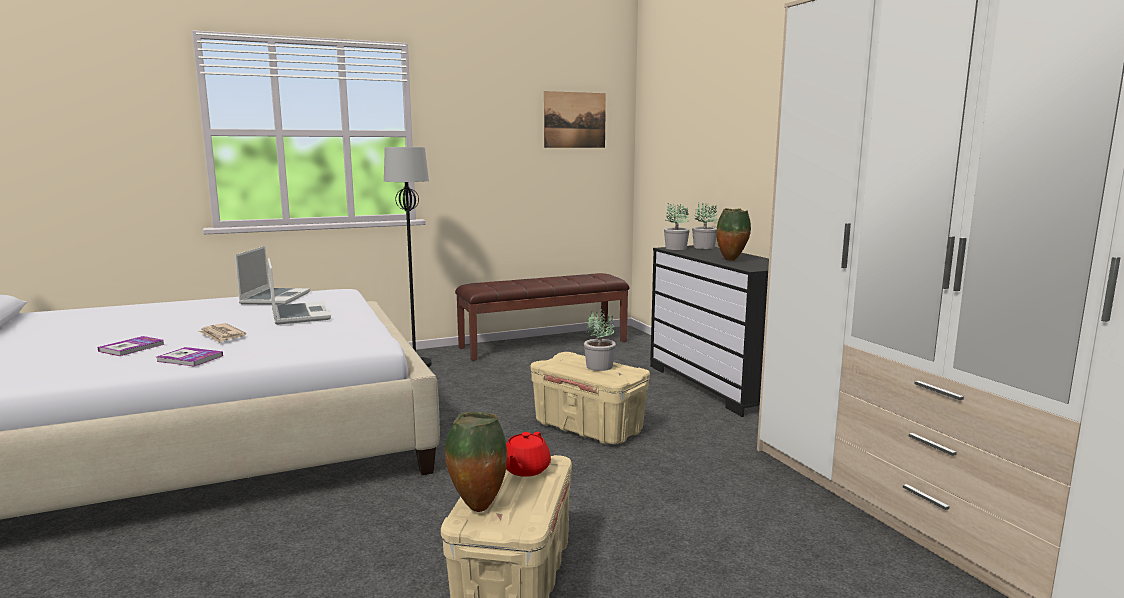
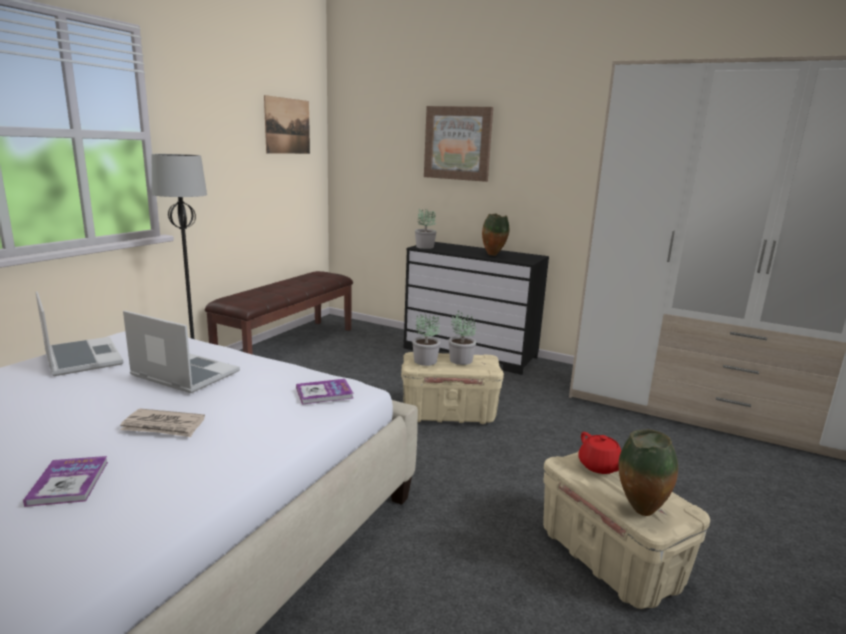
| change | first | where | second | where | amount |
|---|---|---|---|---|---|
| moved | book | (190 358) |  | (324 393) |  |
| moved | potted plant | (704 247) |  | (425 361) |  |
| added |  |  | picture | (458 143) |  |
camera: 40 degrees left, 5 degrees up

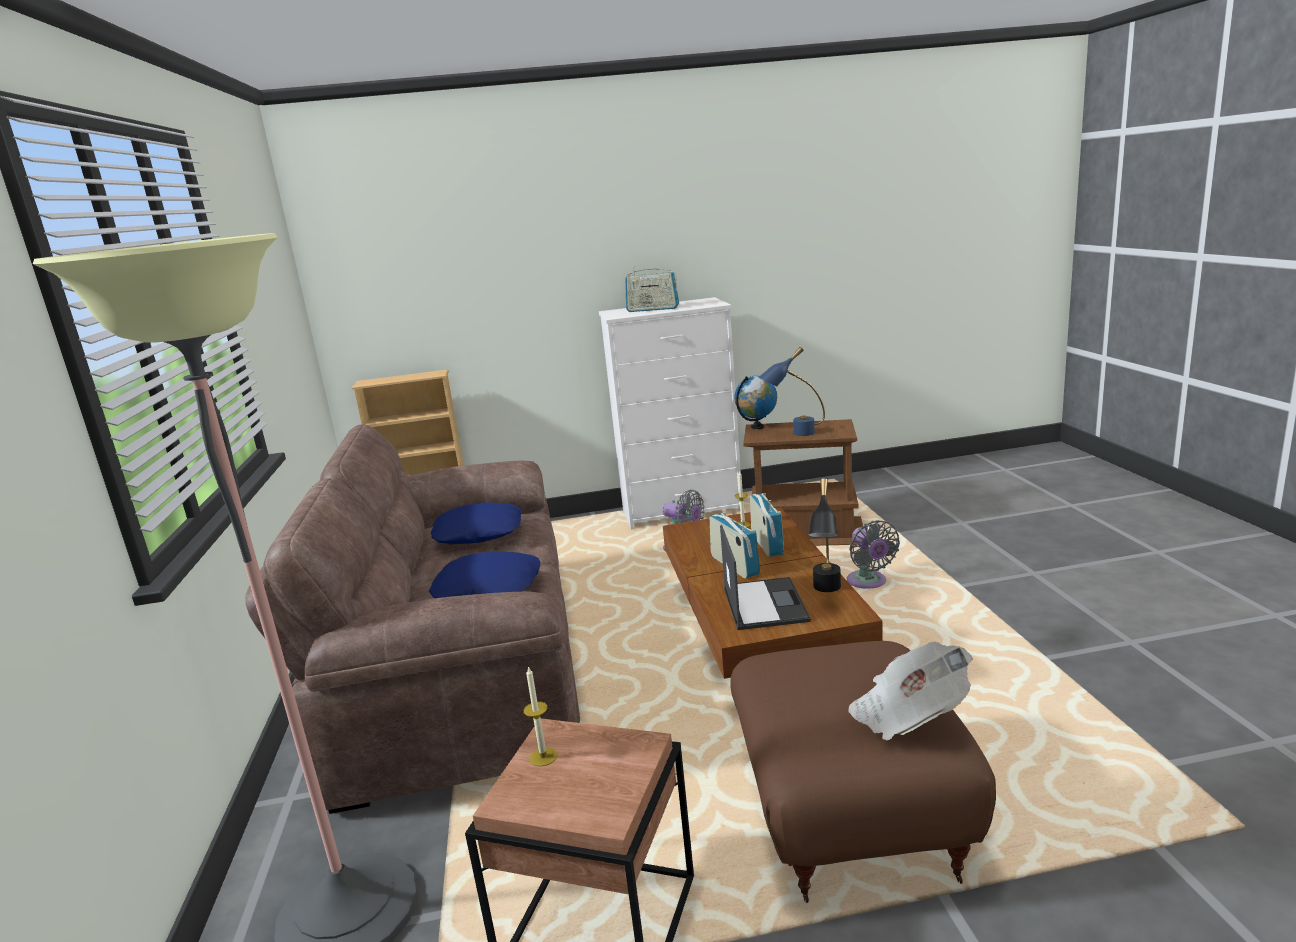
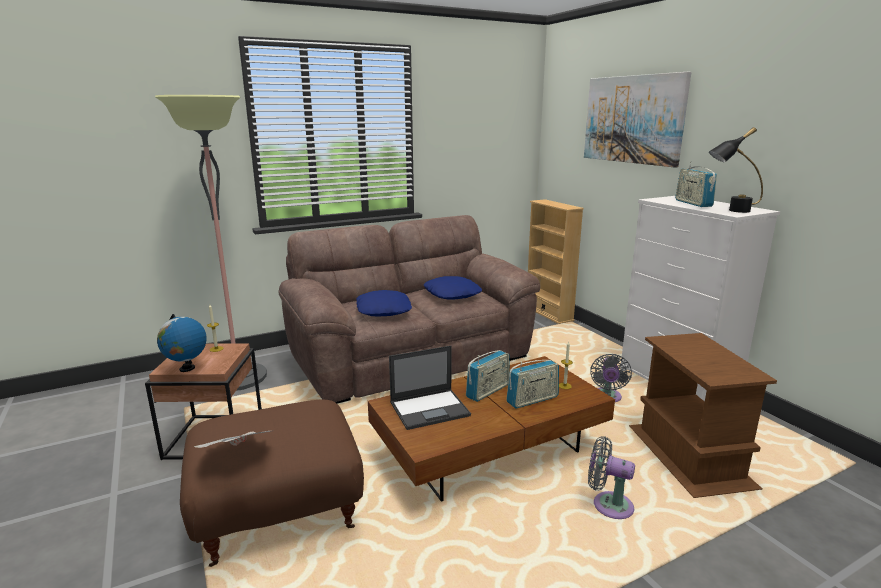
| change | first | where | second | where | amount |
|---|---|---|---|---|---|
| moved | globe | (757 427) |  | (187 369) |  |
| added |  |  | picture | (633 119) |  |
| turned | grey fan | (868 583) |  | (608 504) | 60 degrees clockwise |
| moved | black table lamp | (826 592) |  | (730 211) |  |
| removed | blue table lamp | (794 434) |  |  |  |
camera: 70 degrees right, 0 degrees up

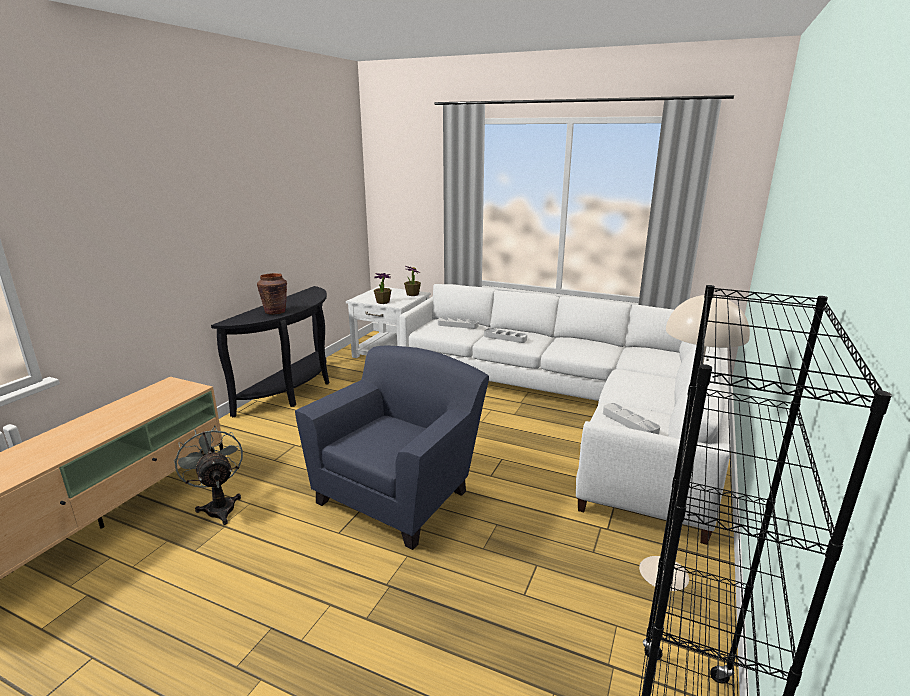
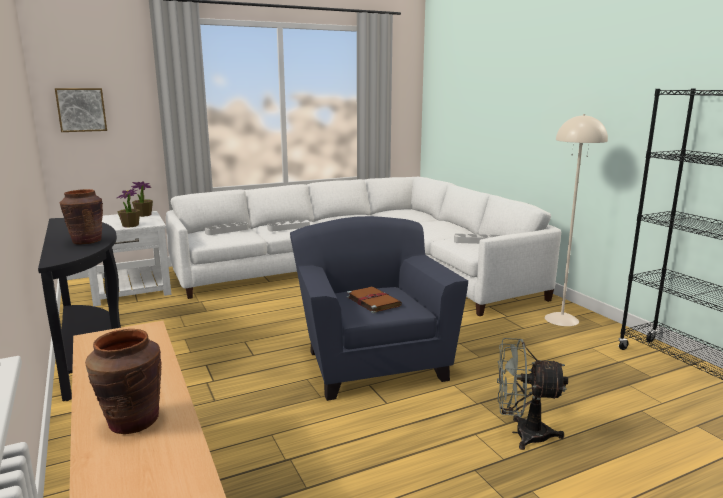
| change | first | where | second | where | amount |
|---|---|---|---|---|---|
| added |  |  | picture | (81 109) |  |
| added |  |  | brown vase | (132 421) |  |
| added |  |  | brown book | (372 301) |  |
| moved | grey fan | (219 506) |  | (522 434) |  |
camera: 50 degrees left, 5 degrees down

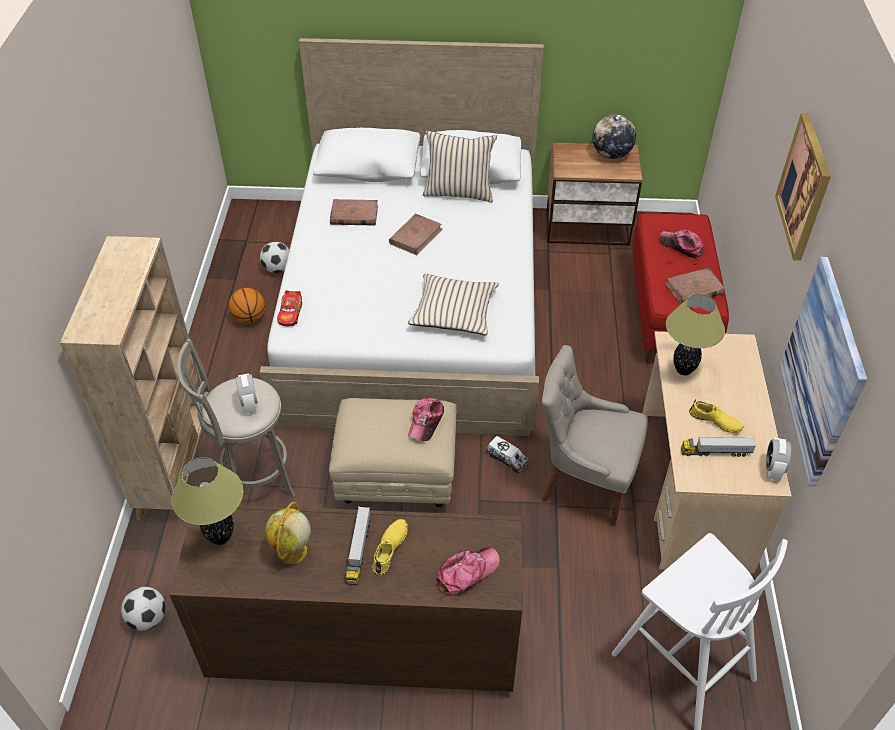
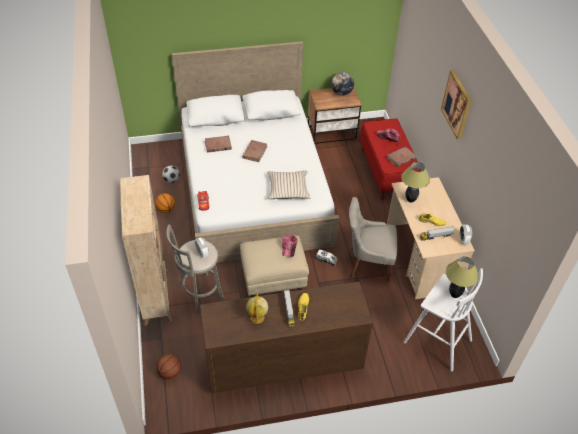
| change | first | where | second | where | amount |
|---|---|---|---|---|---|
| replaced | football | (148 618) | basketball | (169 373) |  |
| moved | table lamp | (221 537) |  | (455 295) |  |
| removed | beige pillow | (459 192) |  |  |  |
| removed | cap | (466 573) |  |  |  |
| removed | picture | (822 372) |  |  |  |
camera: 15 degrees left, 0 degrees up

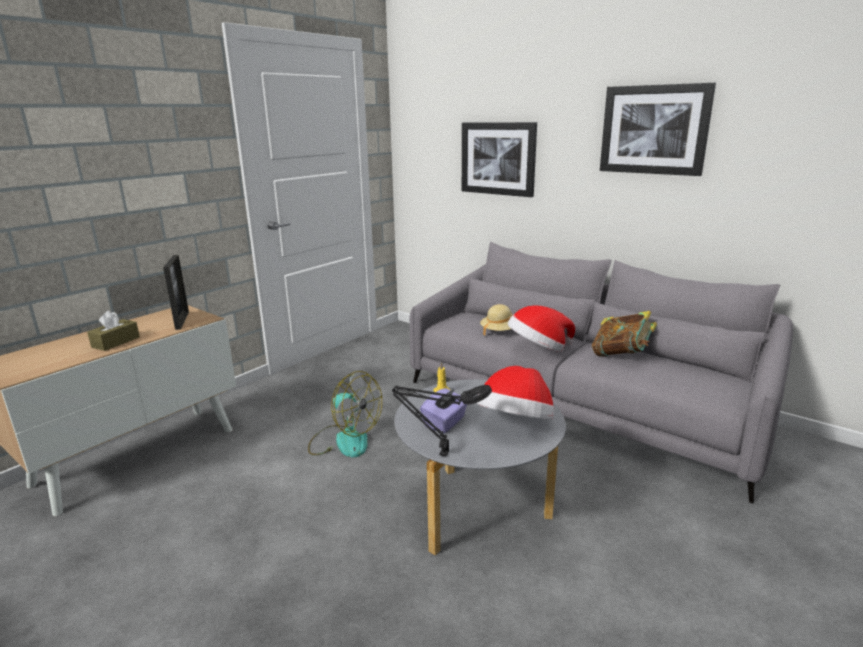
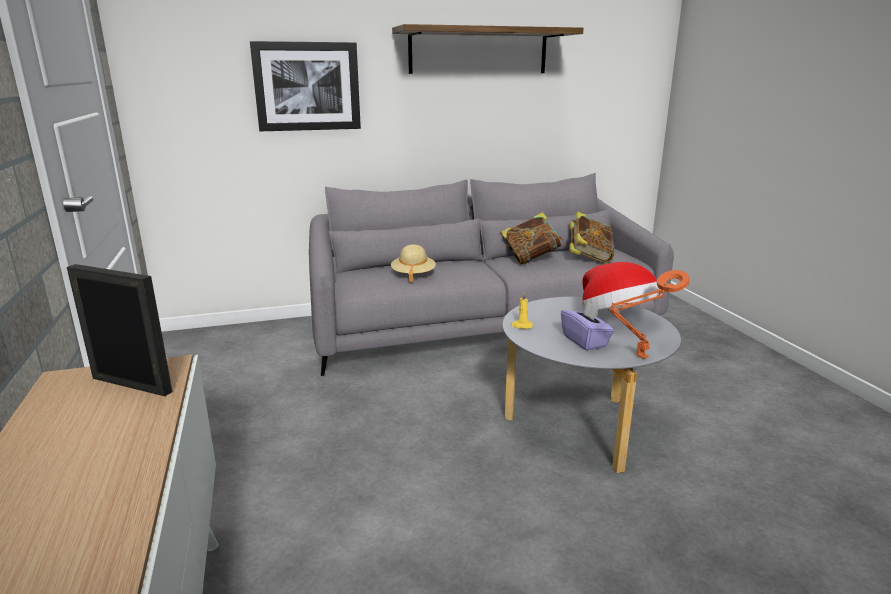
| change | first | where | second | where | amount |
|---|---|---|---|---|---|
| replaced | picture | (654 130) | shelf | (478 51) |  |
| added |  |  | book | (589 258) |  |
| recoloured | black table lamp | (440 453) | orange table lamp | (639 358) |  |
| removed | brown tissue box | (116 342) |  |  |  |
| removed | fan | (344 440) |  |  |  |
| removed | hat | (538 349) |  |  |  |
camera: 55 degrees left, 0 degrees up

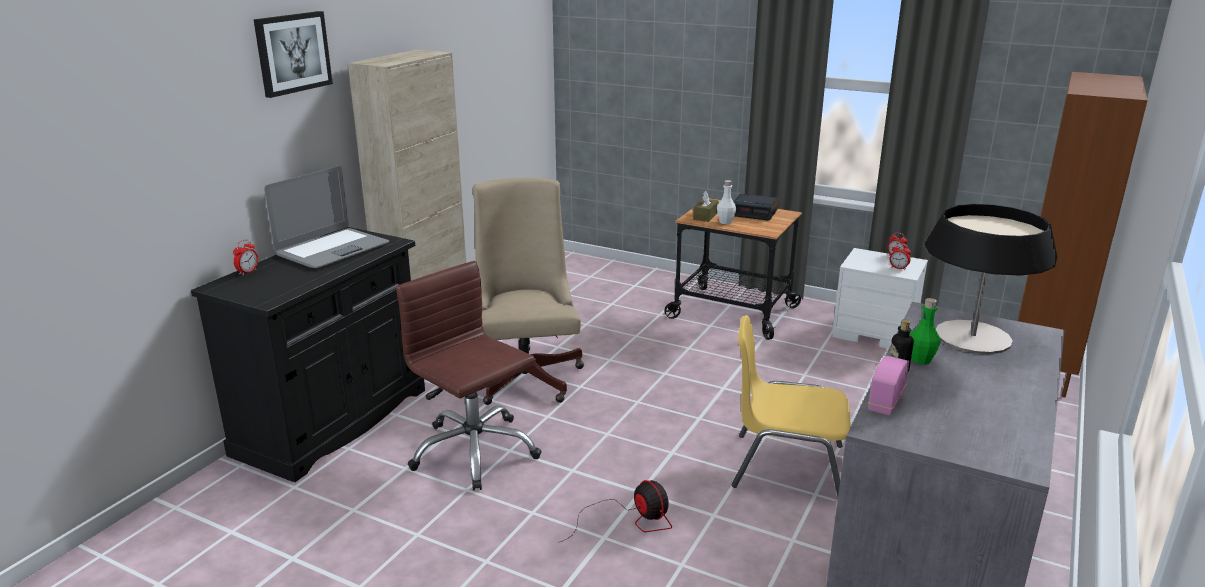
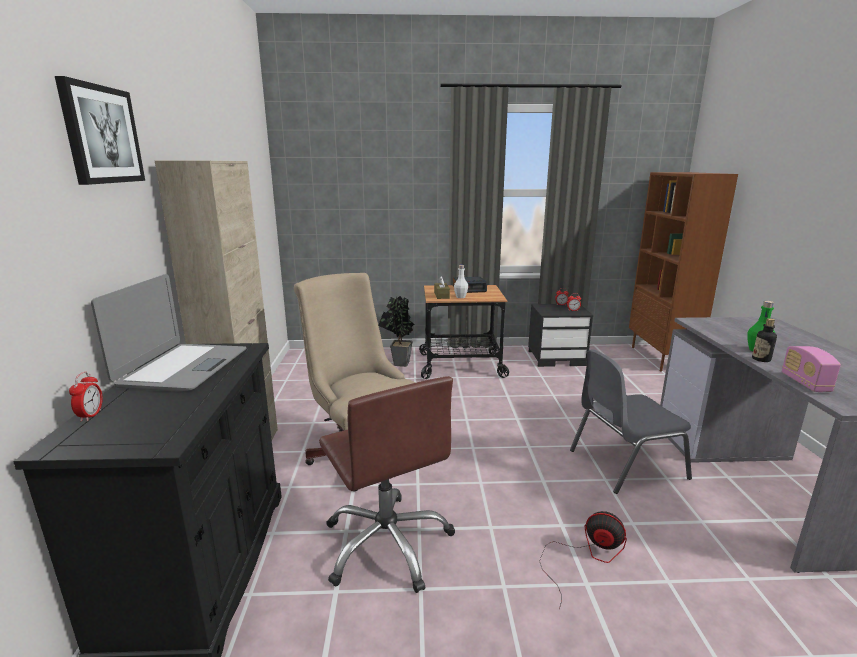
| change | first | where | second | where | amount |
|---|---|---|---|---|---|
| turned | brown office chair | (474 451) |  | (388 543) | 135 degrees counterclockwise |
| added |  |  | potted plant | (399 364) |  |
| recoloured | white nightstand | (875 332) | black nightstand | (557 358) |  |
| recoloured | yellow chair | (786 466) | grey chair | (624 463) |  |
| removed | table lamp | (973 337) |  |  |  |
camera: 30 degrees left, 5 degrees down

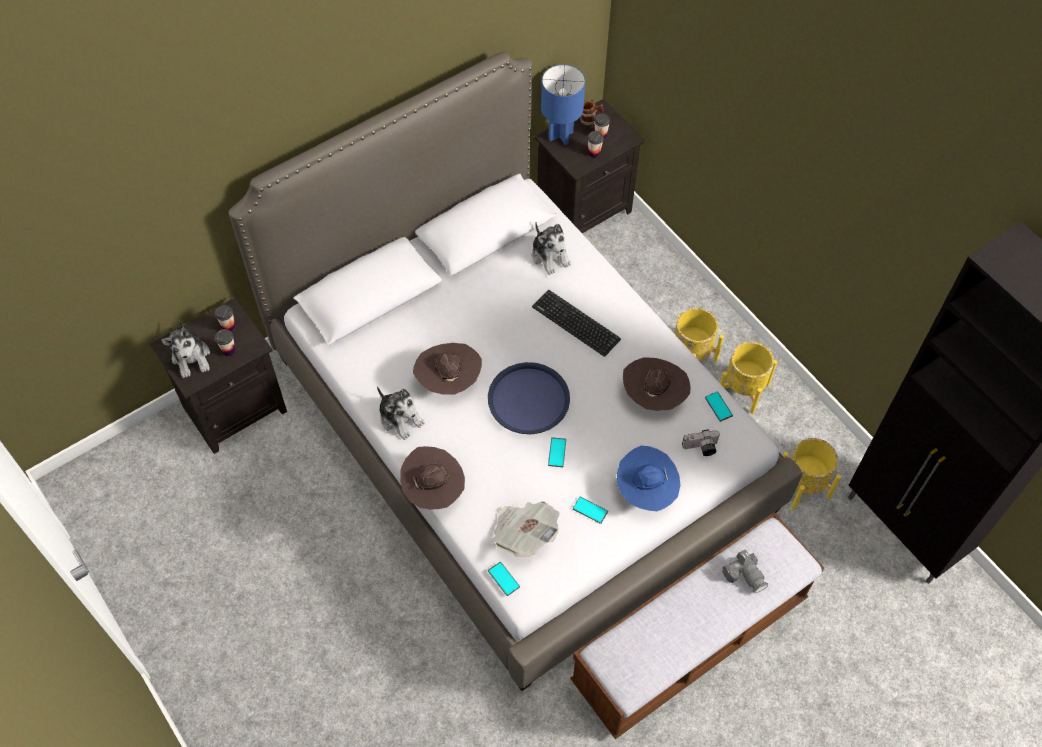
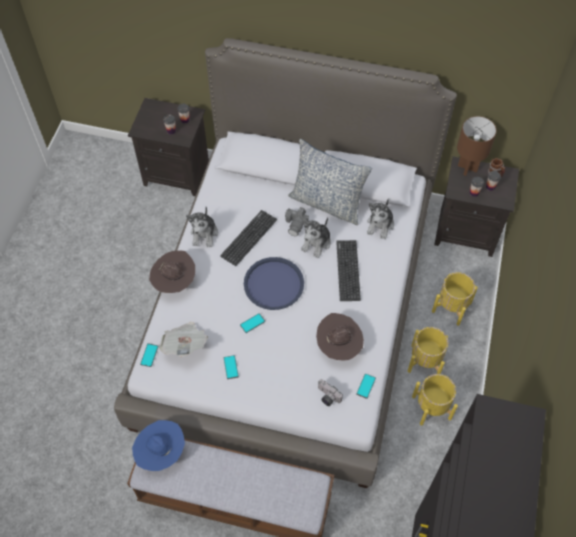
| change | first | where | second | where | amount |
|---|---|---|---|---|---|
| moved | blue hat | (645 491) |  | (161 452) |  |
| replaced | brown hat | (448 380) | keyboard | (249 238) |  |
| moved | photo camera | (745 575) |  | (296 224) |  |
| added |  |  | pillow | (327 203) |  |
| moved | plush toy | (191 357) |  | (316 243) |  |
| moved | yellow planter | (802 485) |  | (451 307) |  |
| recoloured | blue table lamp | (560 136) | brown table lamp | (467 168) |  |
camera: 50 degrees right, 0 degrees up

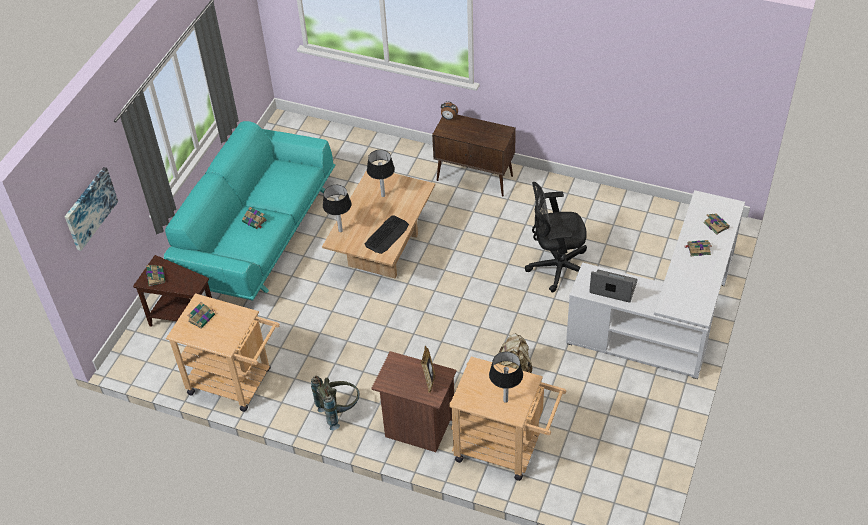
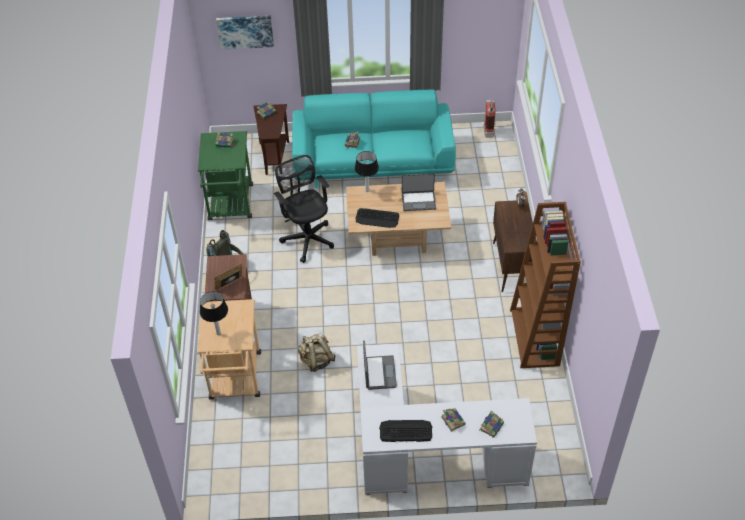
| change | first | where | second | where | amount |
|---|---|---|---|---|---|
| recoloured | beige cart | (236 383) | green cart | (230 206) |  |
| moved | black office chair | (557 268) |  | (307 238) |  |
| added |  |  | keyboard | (405 431) |  |
| replaced | table lamp | (383 195) | laptop | (418 201) |  |
| added |  |  | fire extinguisher | (488 130) |  |
| added |  |  | brown bookcase | (535 338) |  |
camera: 65 degrees right, 0 degrees up

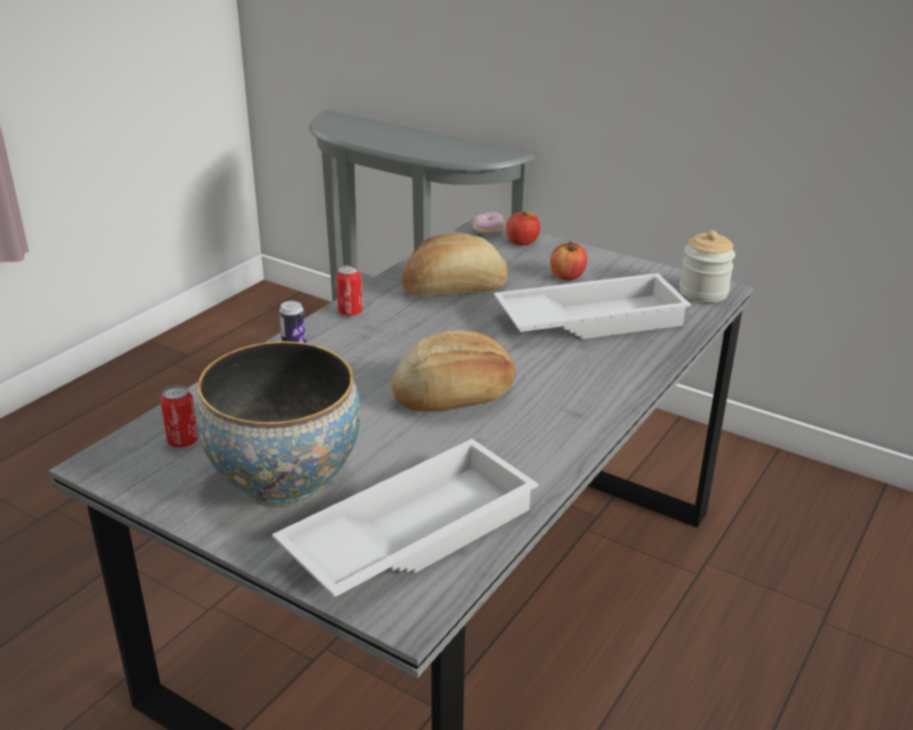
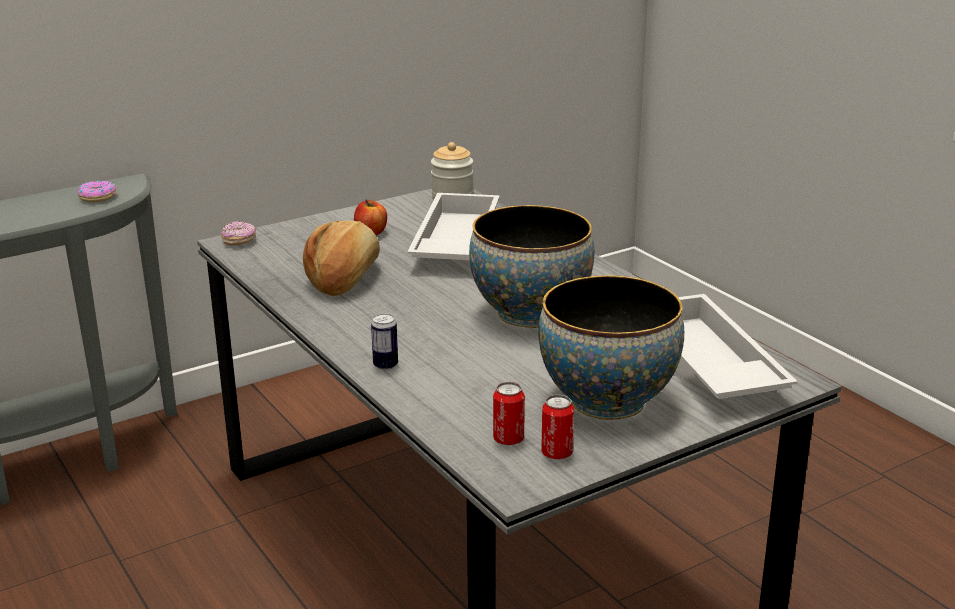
| change | first | where | second | where | amount |
|---|---|---|---|---|---|
| added |  |  | donut | (97 197) |  |
| replaced | bread | (455 397) | bowl | (530 313) |  |
| moved | can | (350 312) |  | (557 453) |  |
| removed | apple | (522 242) |  |  |  |
camera: 65 degrees left, 5 degrees down

